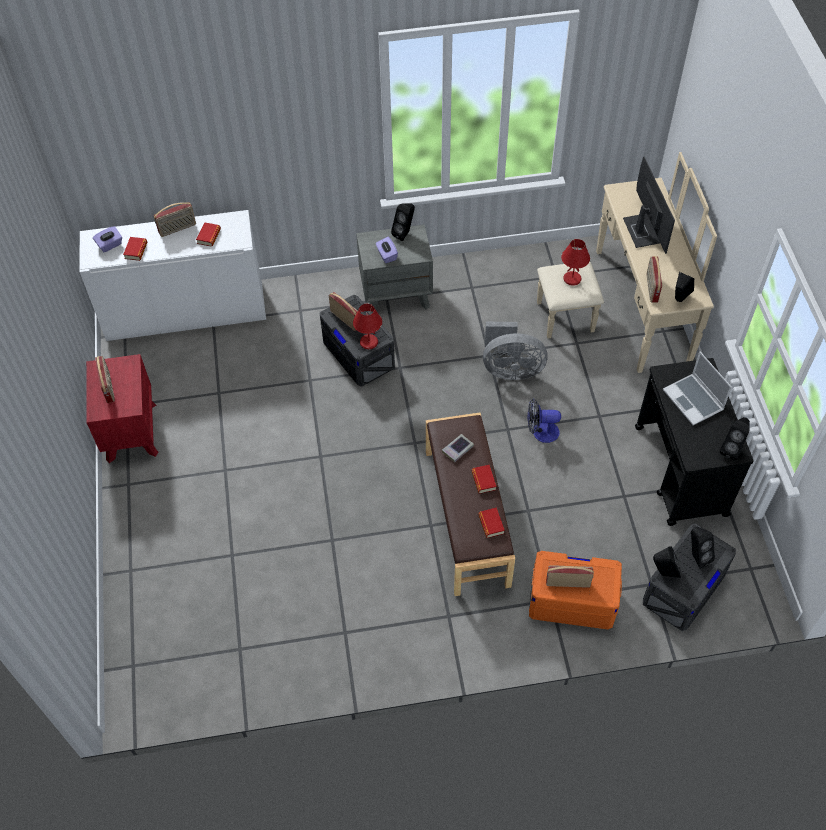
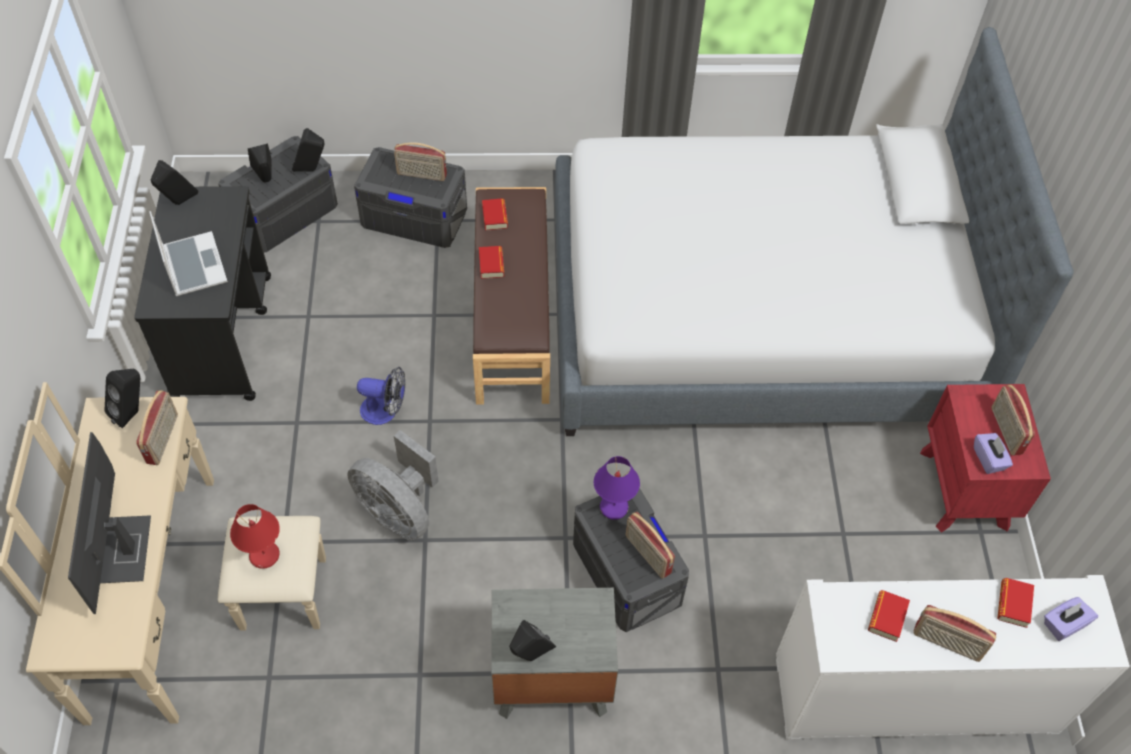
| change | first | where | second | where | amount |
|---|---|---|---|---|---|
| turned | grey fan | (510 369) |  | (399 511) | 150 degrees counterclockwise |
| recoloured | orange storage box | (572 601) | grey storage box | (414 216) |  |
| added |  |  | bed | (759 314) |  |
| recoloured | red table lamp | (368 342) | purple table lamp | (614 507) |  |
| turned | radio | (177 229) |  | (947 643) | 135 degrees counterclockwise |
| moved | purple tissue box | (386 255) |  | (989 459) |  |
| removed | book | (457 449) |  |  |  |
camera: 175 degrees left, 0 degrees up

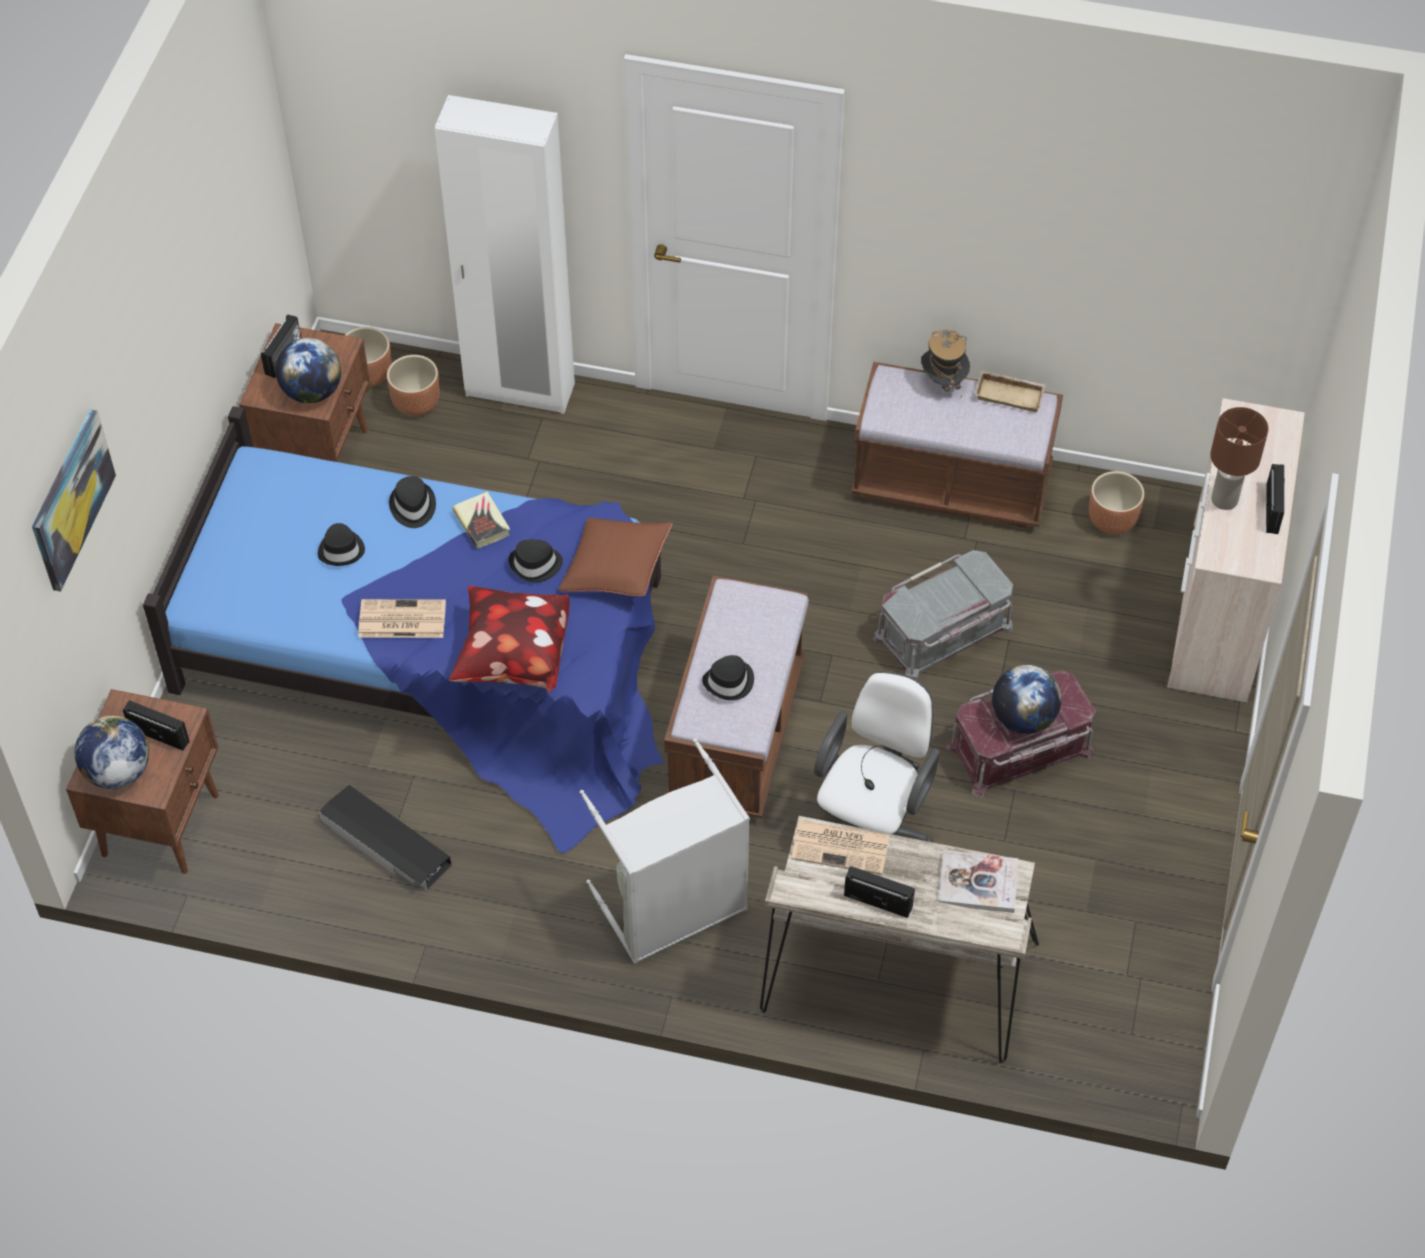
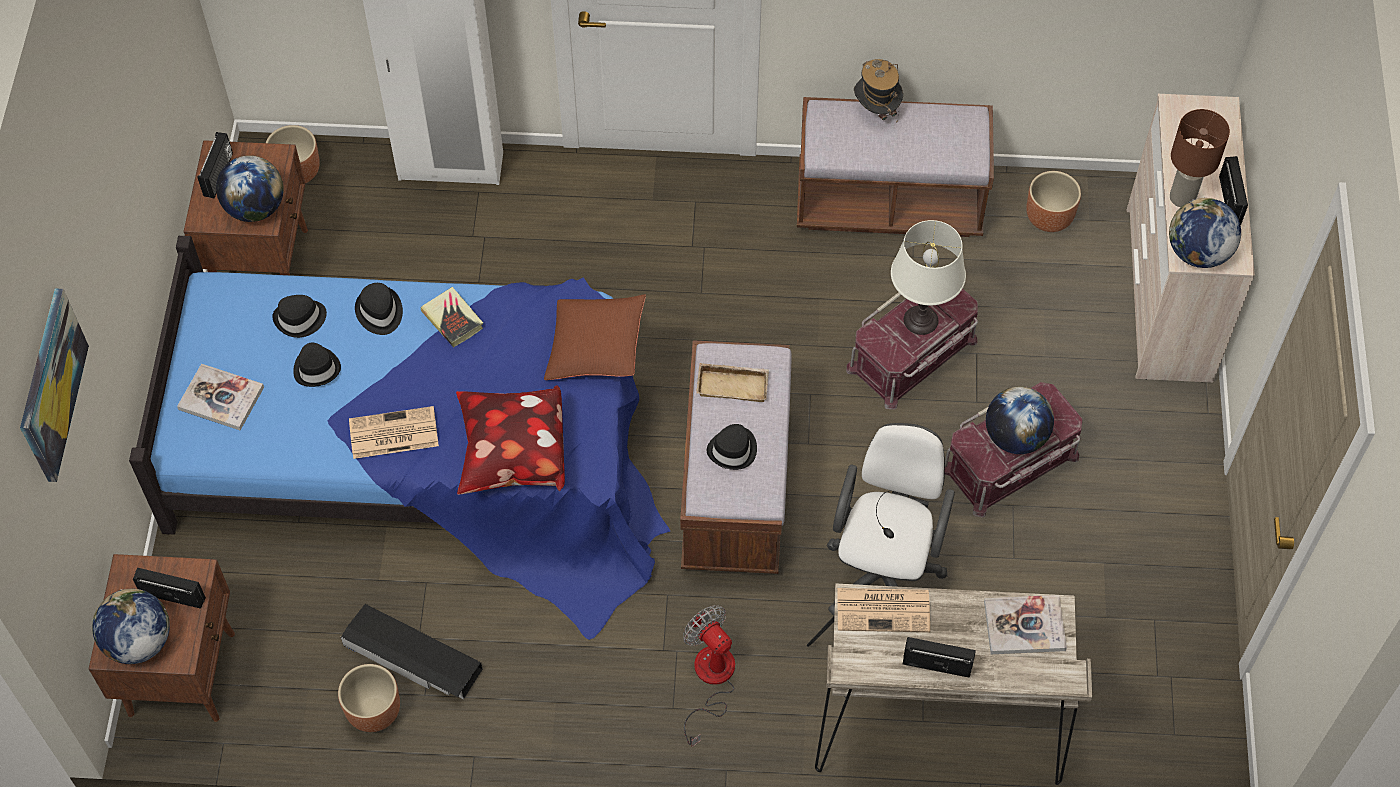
| change | first | where | second | where | amount |
|---|---|---|---|---|---|
| added |  |  | book | (221 398) |  |
| moved | black hat | (535 565) |  | (300 319) |  |
| moved | brown planter | (415 403) |  | (373 711) |  |
| replaced | grey laundry basket | (674 910) | fan | (710 680) |  |
| moved | beige tray | (1010 394) |  | (733 384) |  |
| recoloured | grey storage box | (944 633) | red storage box | (913 355) |  |
| added |  |  | white table lamp | (920 320) |  |
| added |  |  | globe | (1197 253) |  |
camera: 10 degrees left, 5 degrees up

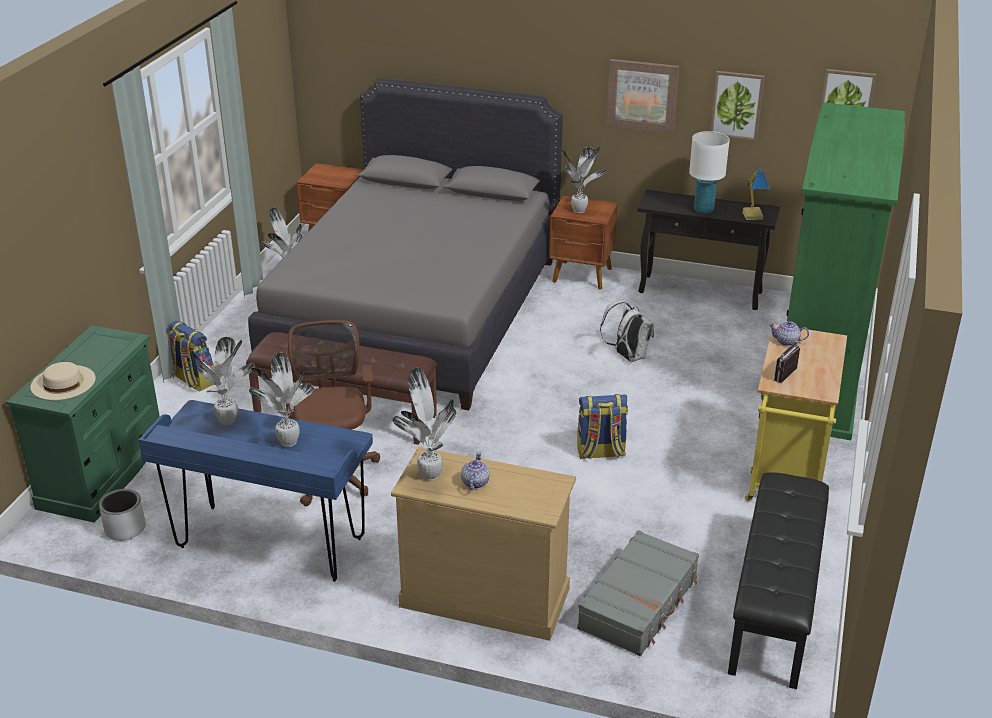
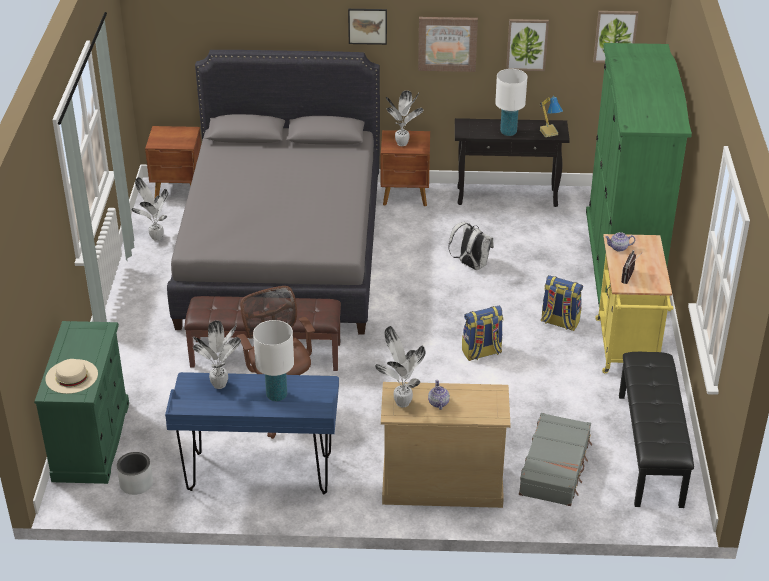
| change | first | where | second | where | amount |
|---|---|---|---|---|---|
| replaced | potted plant | (287 443) | white table lamp | (276 395) |  |
| added |  |  | picture | (367 26) |  |
| moved | backpack | (193 380) |  | (559 322) |  |
camera: 15 degrees left, 5 degrees up

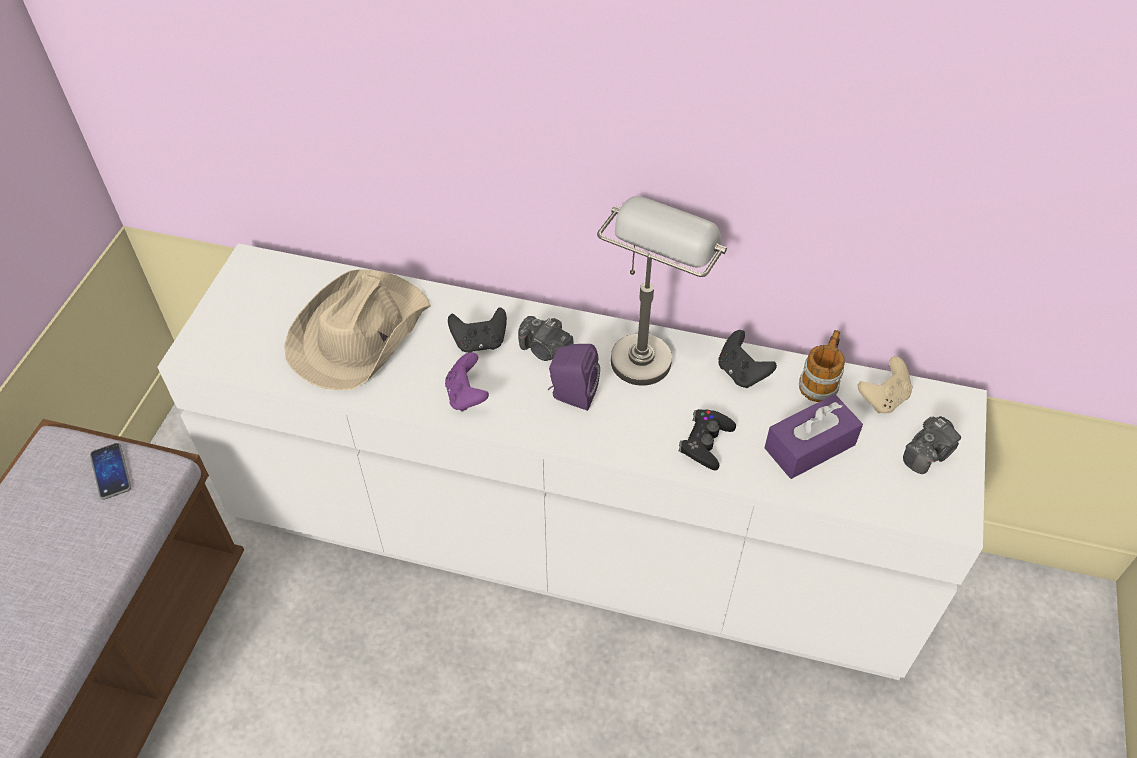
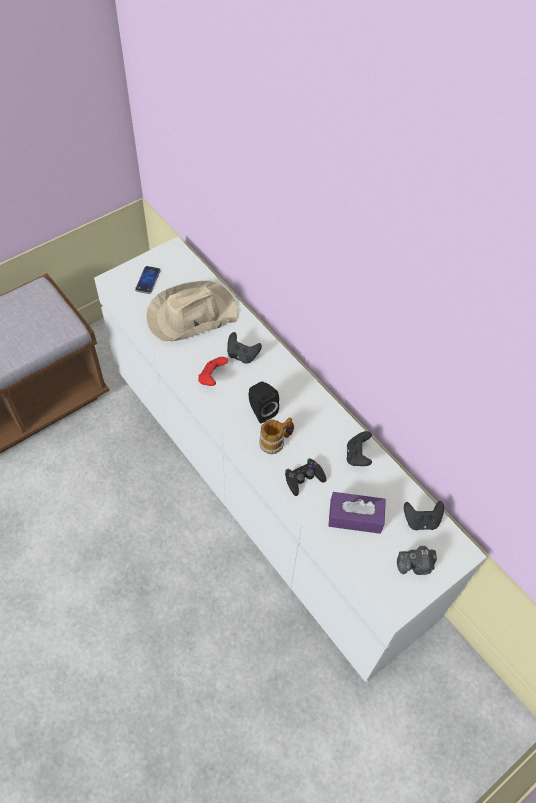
| change | first | where | second | where | amount |
|---|---|---|---|---|---|
| moved | phone | (111 472) |  | (148 280) |  |
| recoloured | purple game controller | (466 396) | red game controller | (212 378) |  |
| recoloured | purple speaker | (571 395) | black speaker | (261 410) |  |
| moved | mug | (820 381) |  | (276 441) |  |
| recoloured | beige game controller | (883 399) | black game controller | (421 520) |  |
| removed | photo camera | (545 350) |  |  |  |
| removed | grey table lamp | (648 346) |  |  |  |
camera: 35 degrees right, 5 degrees up

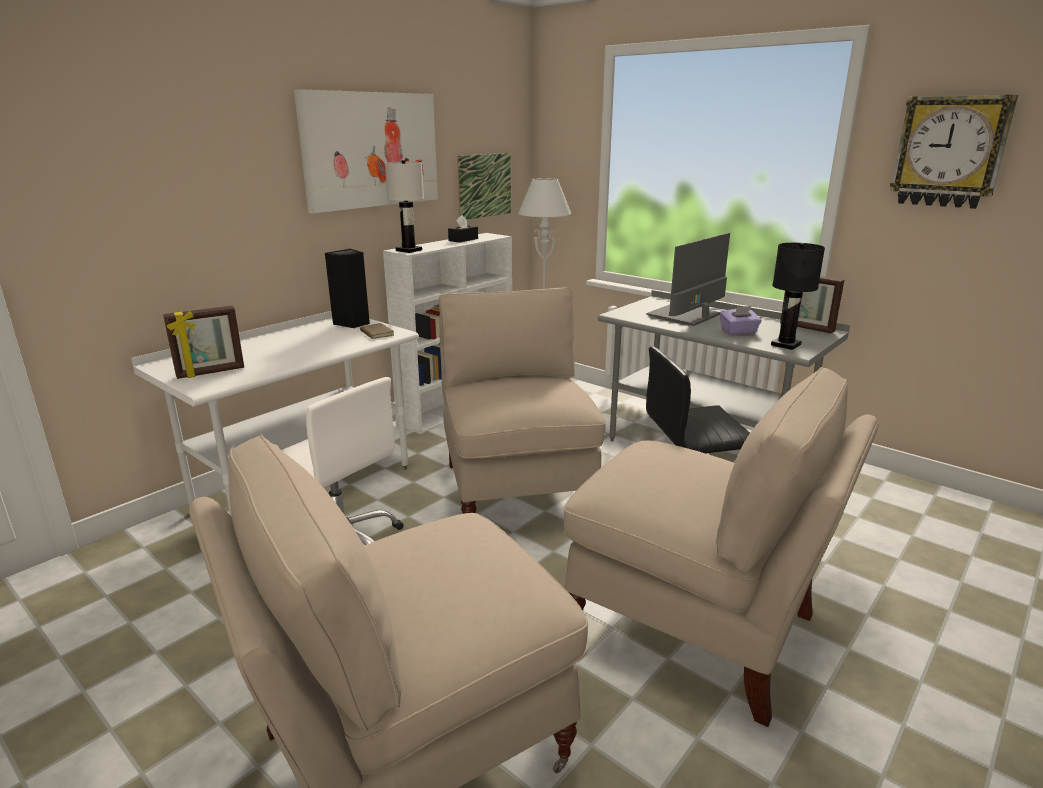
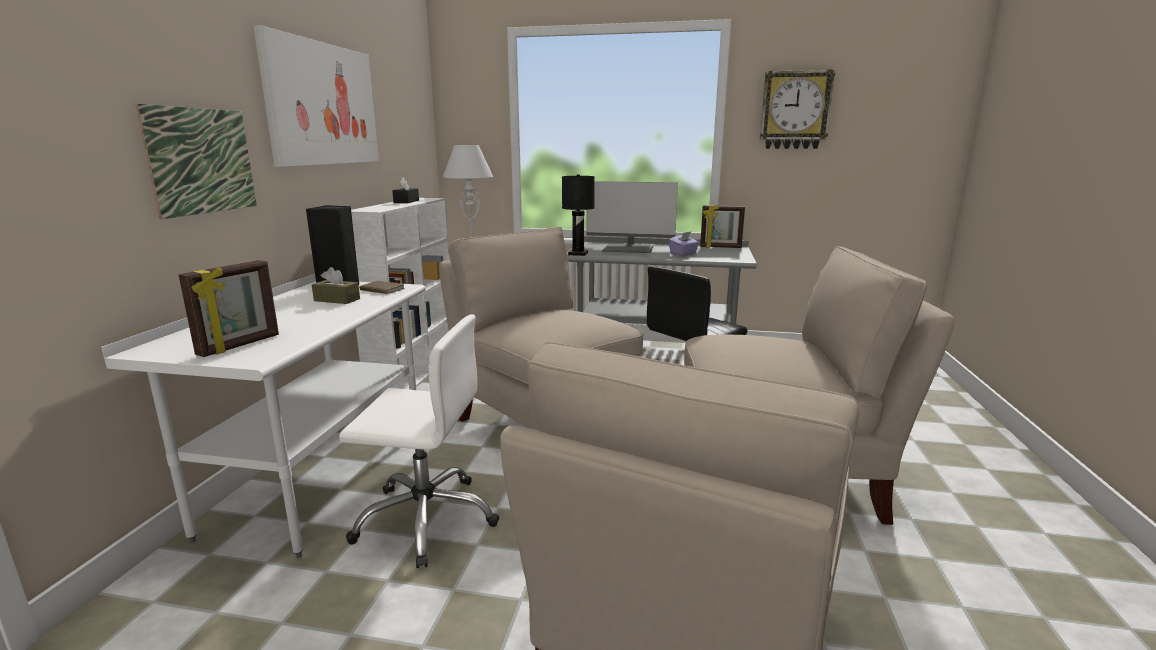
| change | first | where | second | where | amount |
|---|---|---|---|---|---|
| moved | picture | (484 186) |  | (202 161) |  |
| added |  |  | brown tissue box | (337 300) |  |
| moved | black table lamp | (786 345) |  | (578 254) |  |
| turned | monitor | (684 316) |  | (628 249) | 90 degrees counterclockwise |
| removed | white table lamp | (408 250) |  |  |  |
camera: 30 degrees left, 5 degrees down

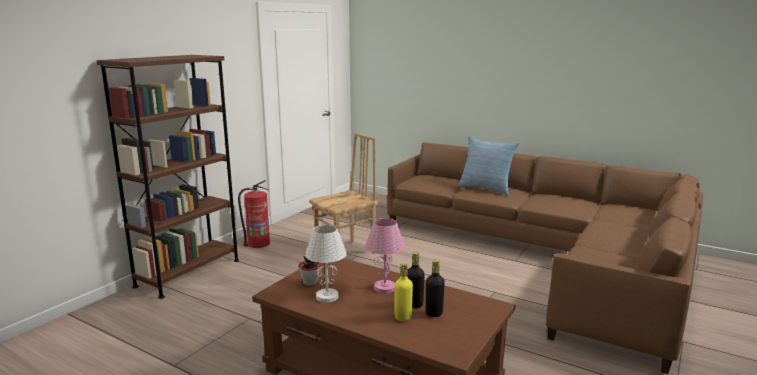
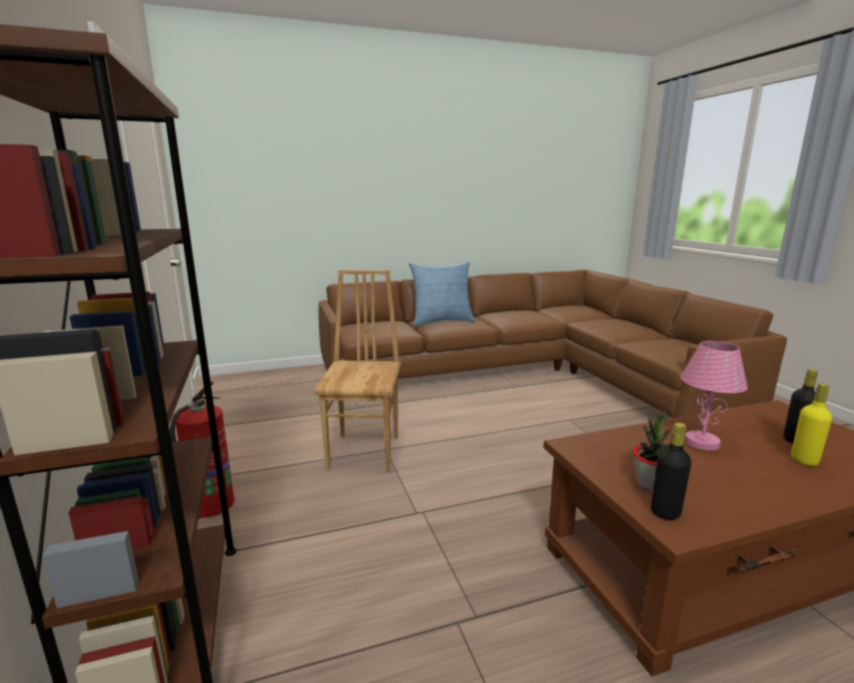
| change | first | where | second | where | amount |
|---|---|---|---|---|---|
| moved | black bottle | (414 304) |  | (665 512) |  |
| removed | white table lamp | (327 297) |  |  |  |
camera: 50 degrees left, 0 degrees up

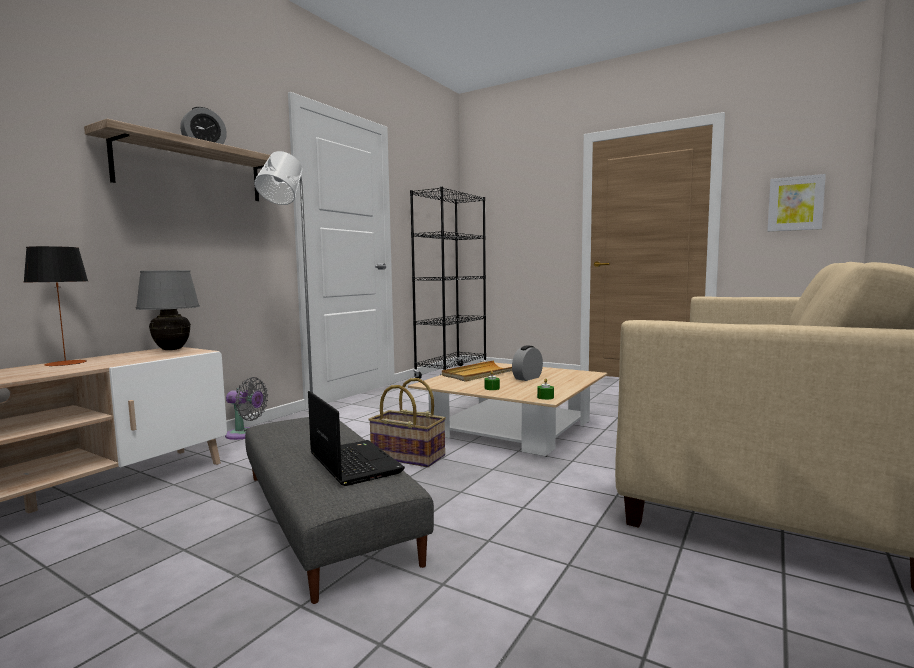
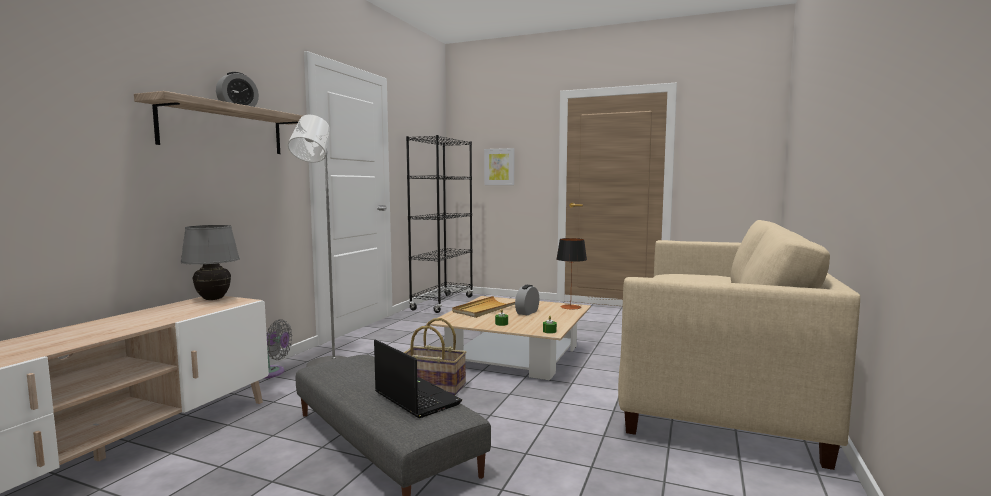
| change | first | where | second | where | amount |
|---|---|---|---|---|---|
| moved | picture | (795 203) |  | (499 167) |  |
| moved | table lamp | (65 363) |  | (570 307) |  |
camera: 10 degrees left, 0 degrees up

